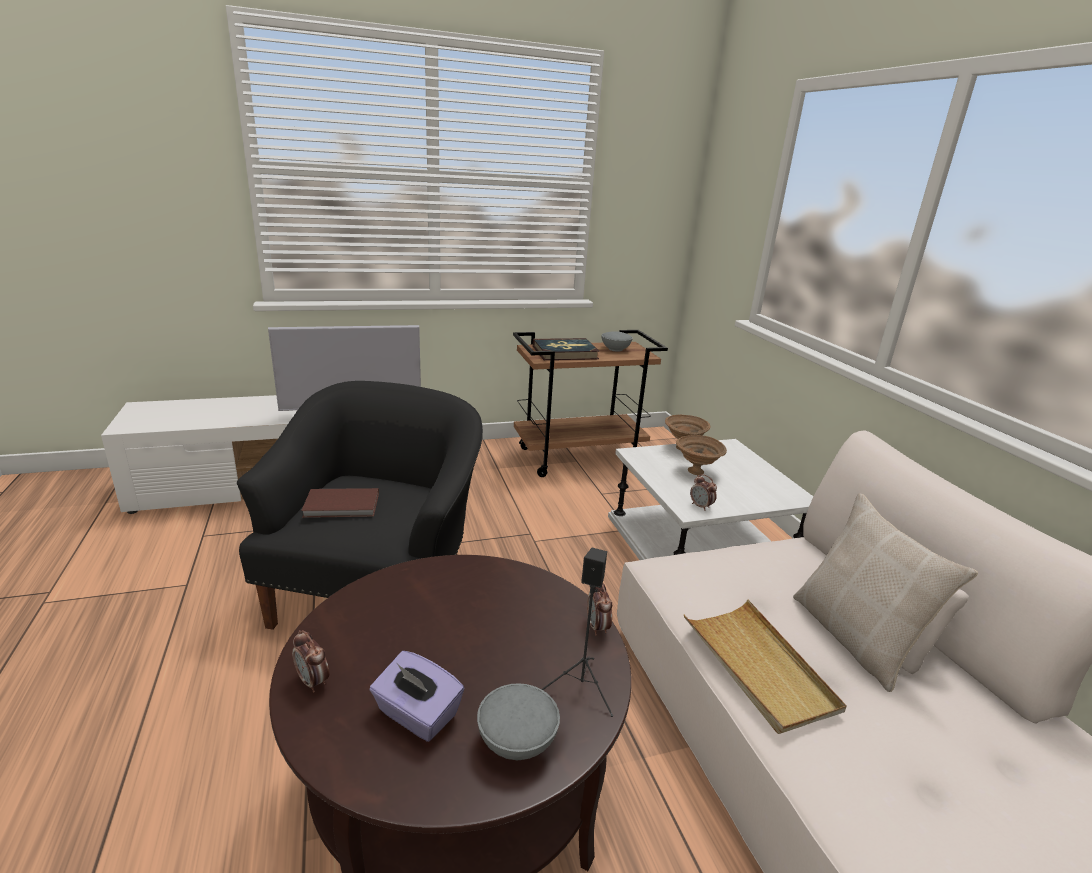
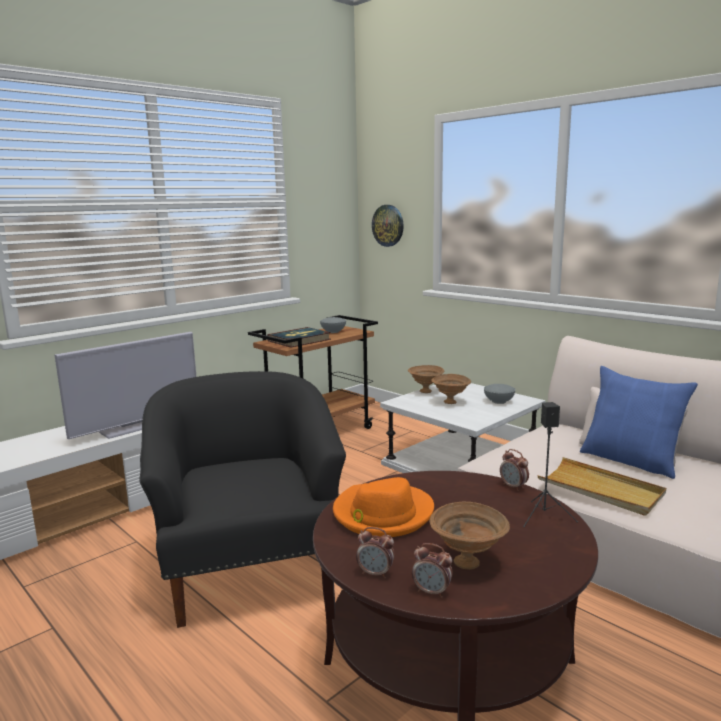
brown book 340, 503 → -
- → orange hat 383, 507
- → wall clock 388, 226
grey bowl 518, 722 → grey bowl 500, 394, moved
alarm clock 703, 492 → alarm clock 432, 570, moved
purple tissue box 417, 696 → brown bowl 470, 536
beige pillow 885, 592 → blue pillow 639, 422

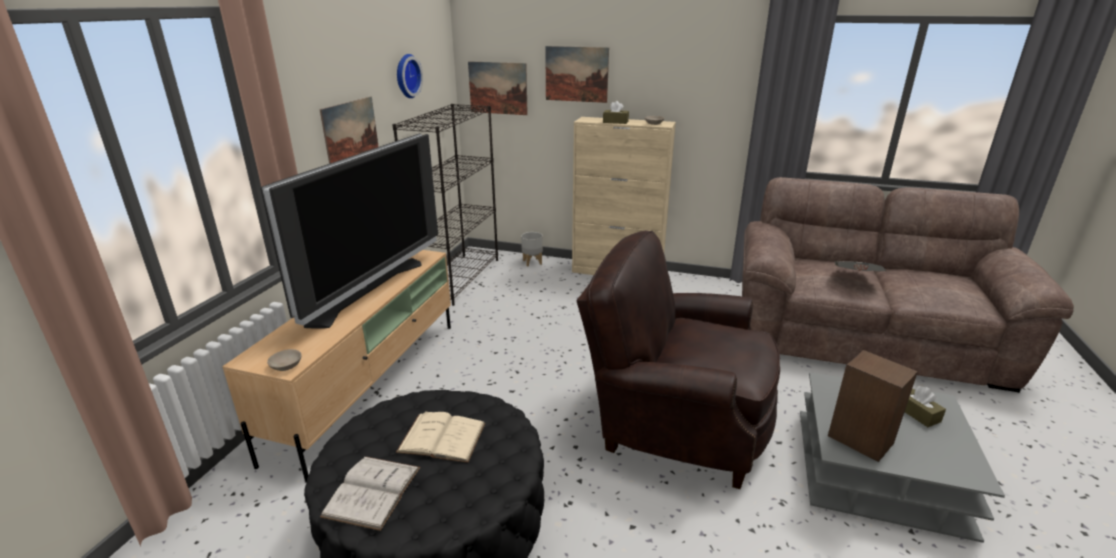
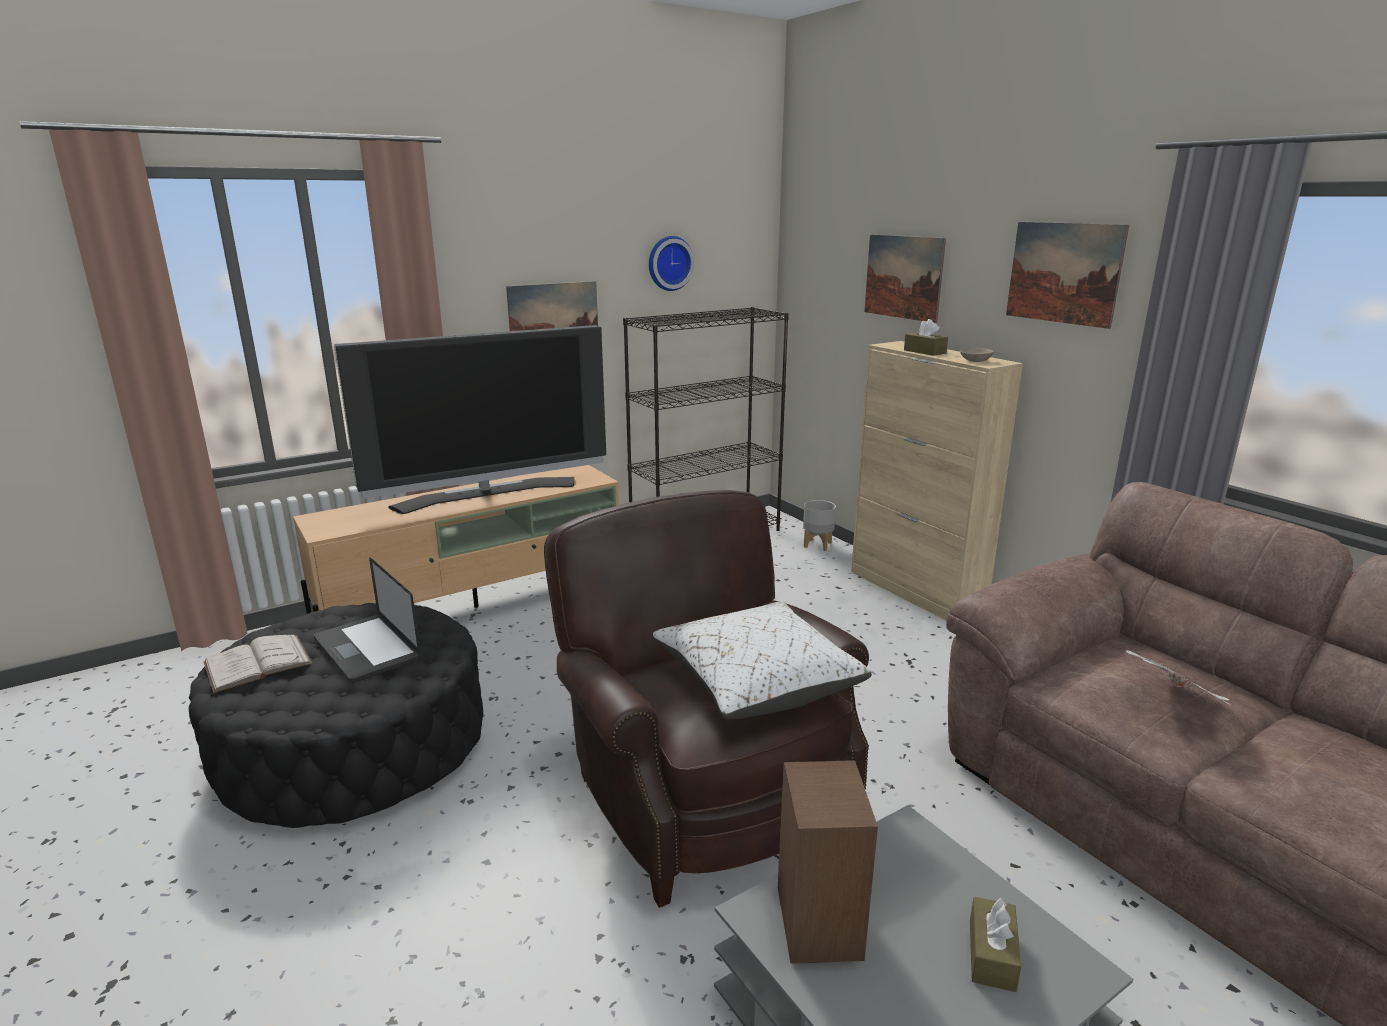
beige bowl 284, 360 → -
- → white pillow 762, 660
picture 498, 88 → picture 1067, 275, moved
beige book 441, 437 → laptop 367, 620

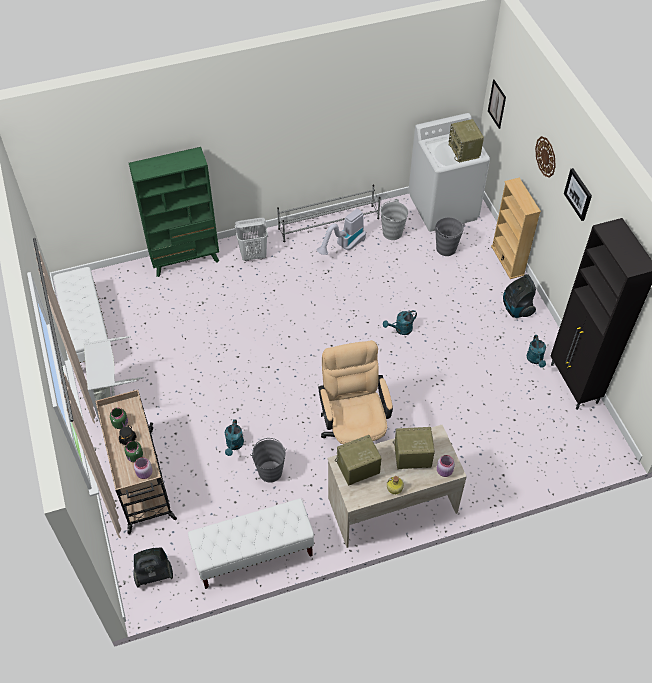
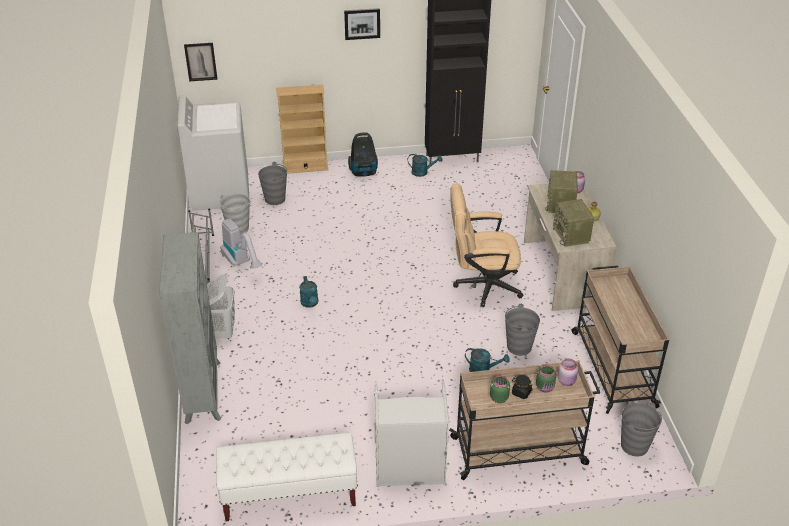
radio 466, 141 → -
wall clock 545, 157 → -
turquoise watering can 400, 322 → turquoise watering can 308, 292, moved
vacuum cleaner 153, 567 → grey bucket 641, 429
white bench 251, 543 → beige cart 620, 340
green bookcase 174, 212 → grey bookcase 190, 328

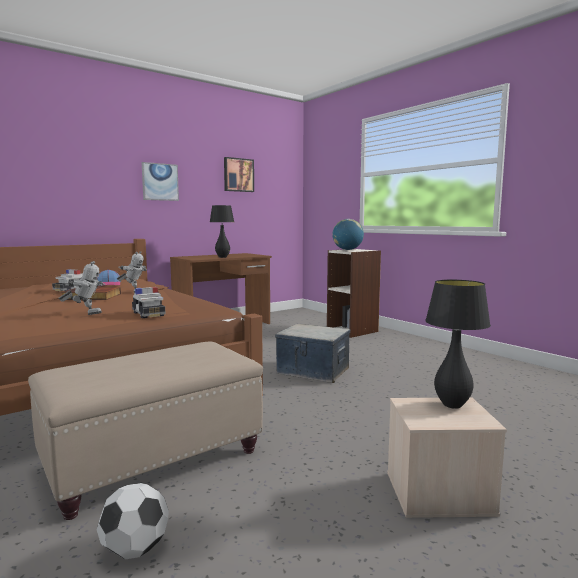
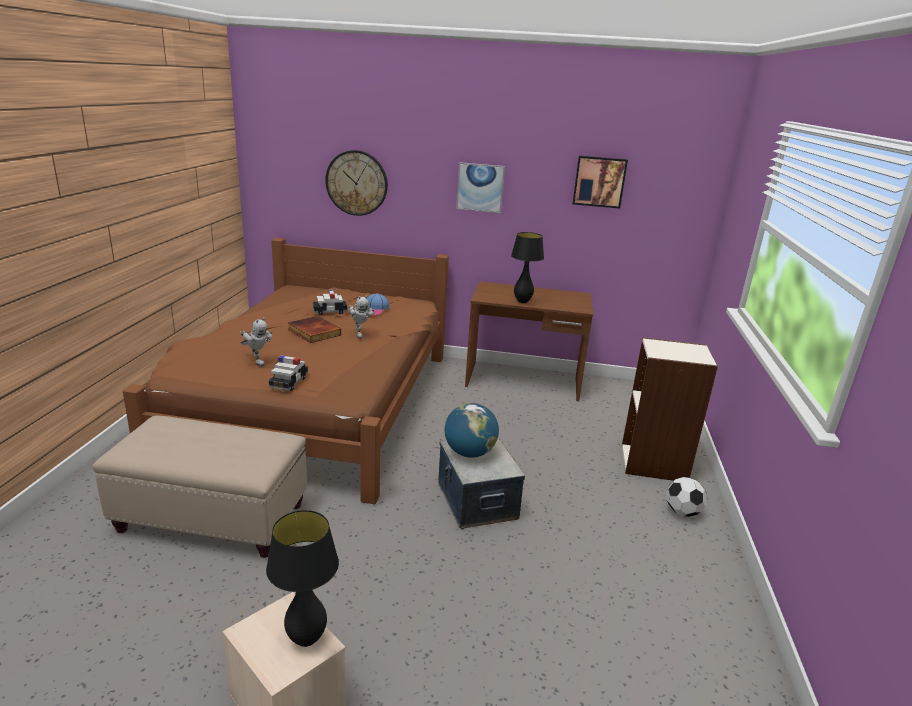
- → wall clock 356, 183
football 133, 521 → football 686, 497, moved
globe 348, 234 → globe 472, 430, moved

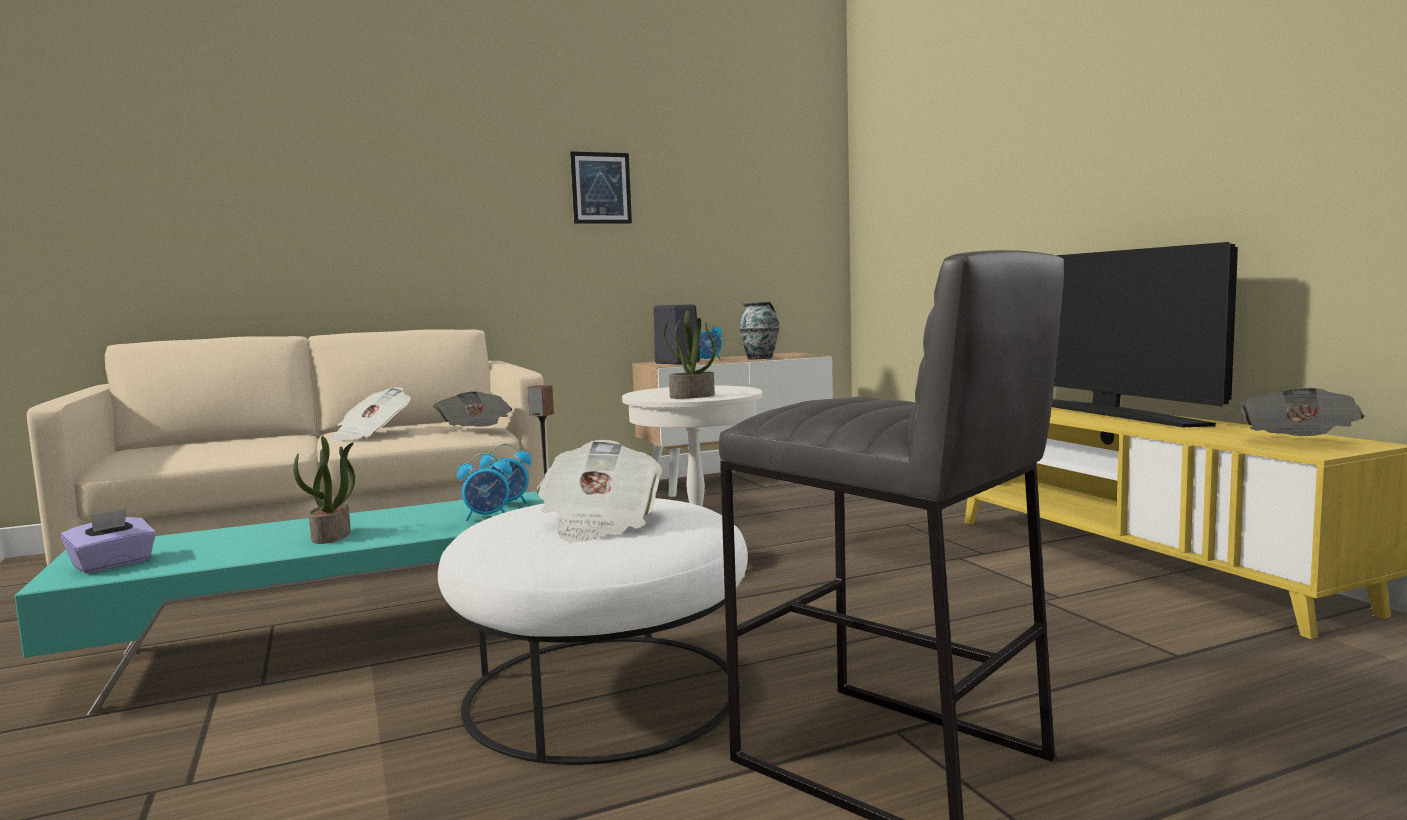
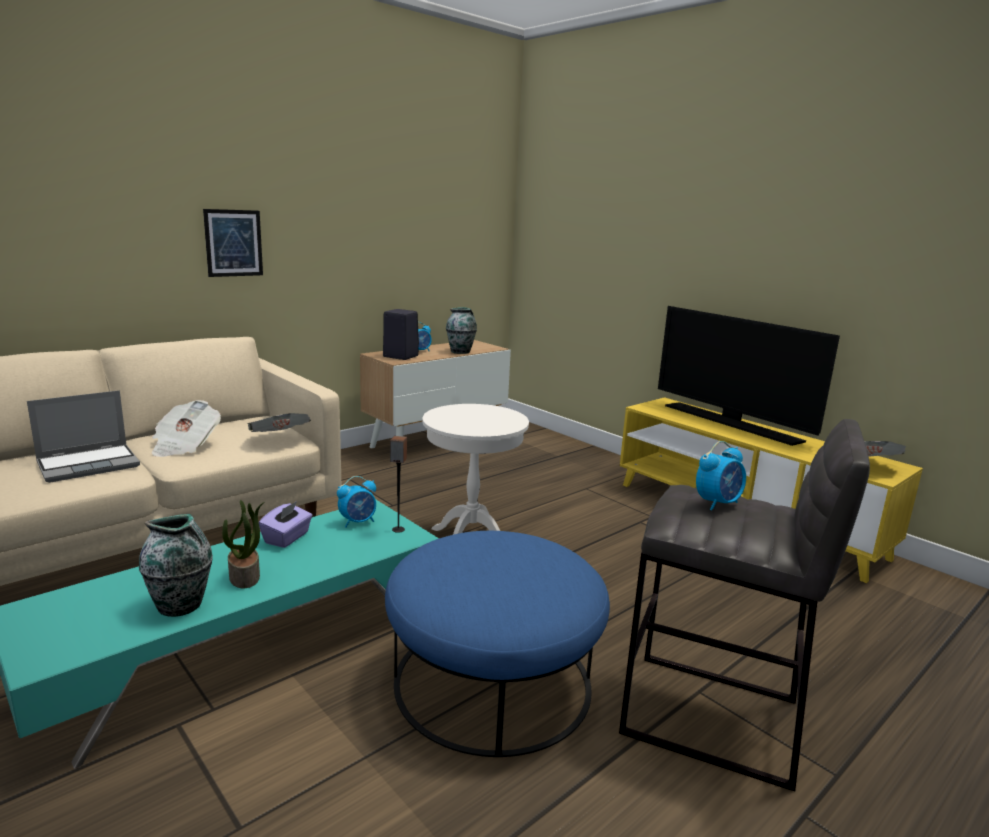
newspaper 600, 491 → -
potted plant 690, 355 → -
- → laptop 83, 436
- → vase 176, 565
purple tissue box 108, 541 → purple tissue box 286, 524, moved
alarm clock 484, 487 → alarm clock 721, 476, moved
picture 601, 187 → picture 233, 243, moved
white ottoman 593, 631 → blue ottoman 497, 644

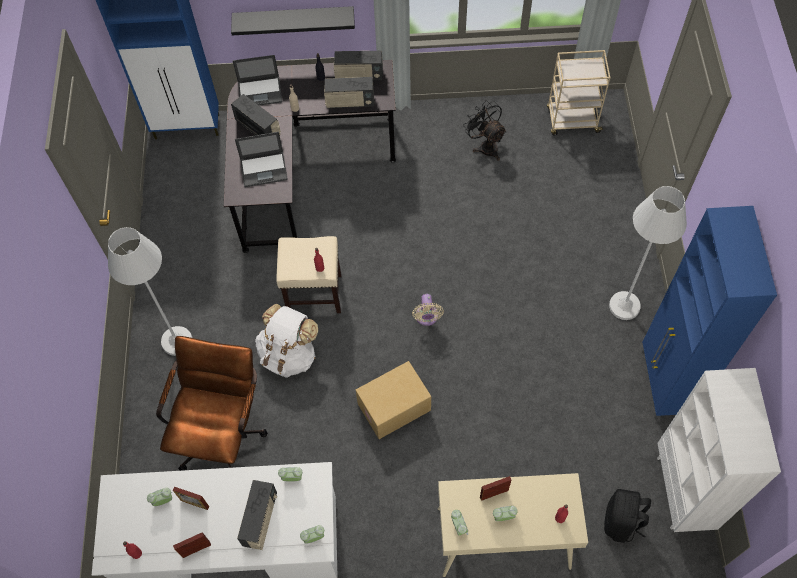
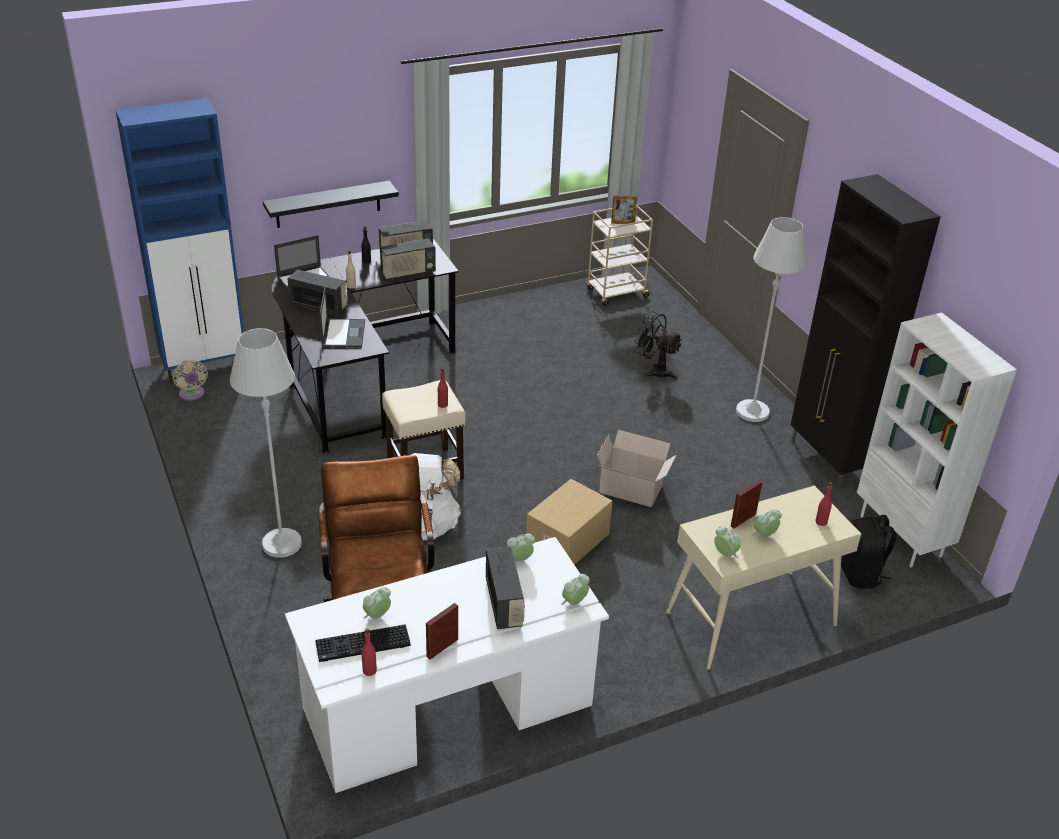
- → keyboard 363, 643
- → cardboard box 636, 468
picture frame 191, 498 → picture frame 624, 209, moved
beige fan 428, 310 → beige fan 190, 380, moved
black fan 485, 130 → black fan 658, 345, moved
blue cabinet 709, 313 → black cabinet 866, 331
laptop 261, 159 → laptop 342, 317, 60 degrees counterclockwise

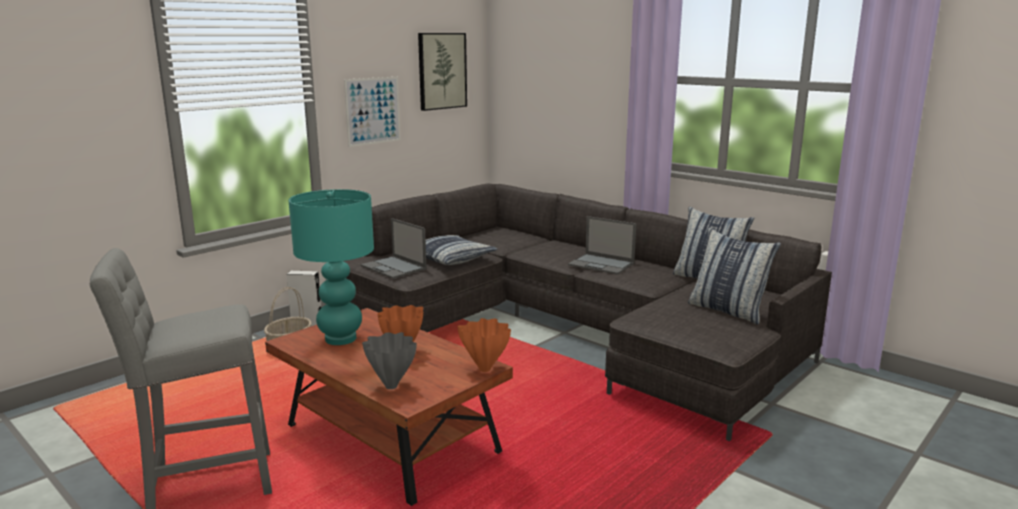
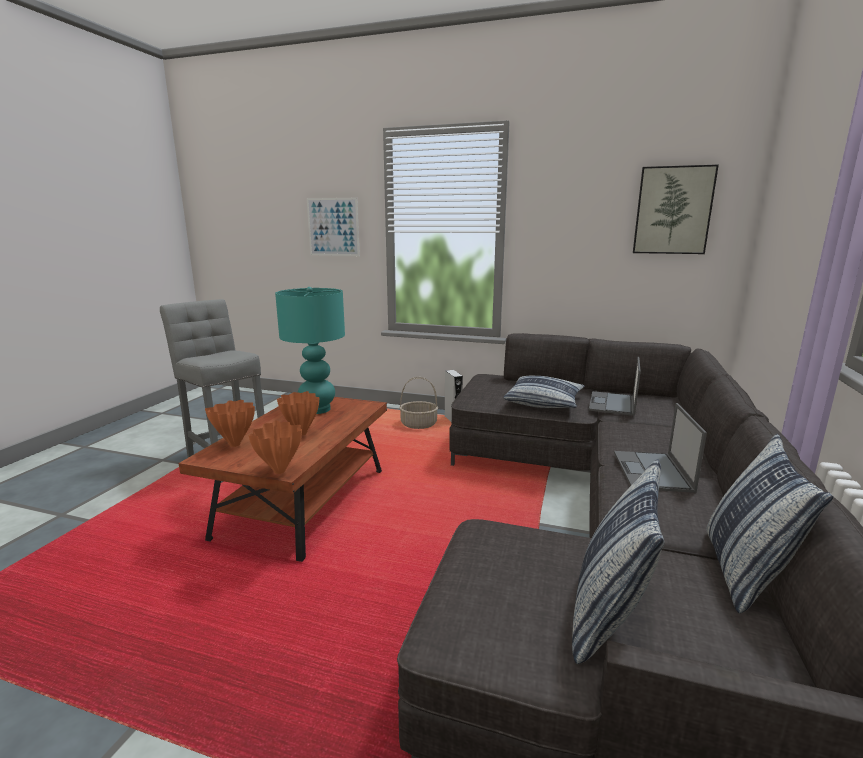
picture 372, 112 → picture 333, 227, moved
laptop 394, 248 → laptop 615, 386, moved
grey vase 389, 360 → orange vase 230, 423

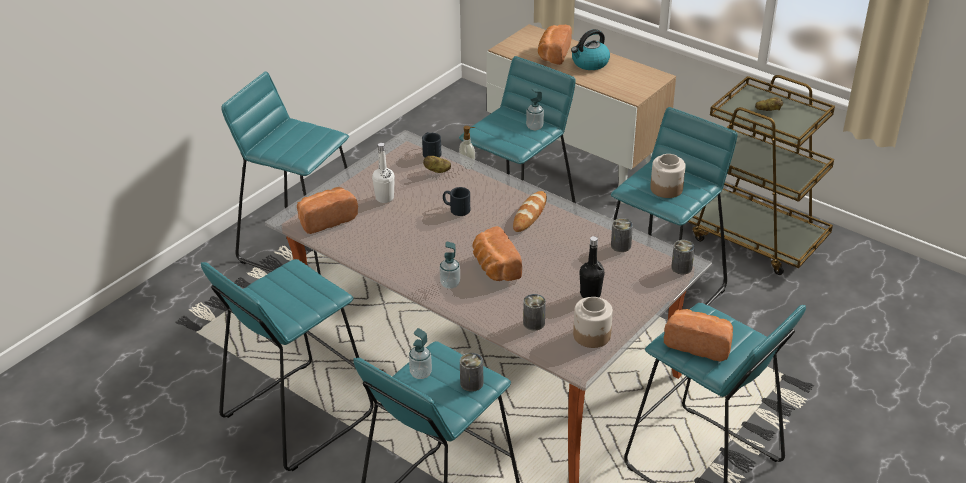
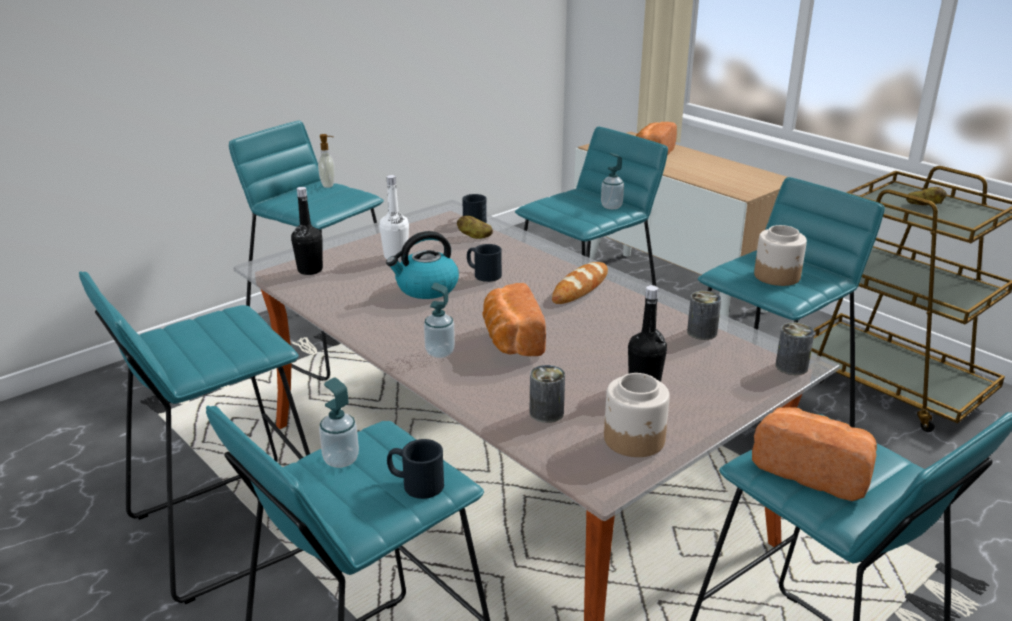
soap dispenser 467, 147 → soap dispenser 326, 161, moved
kettle 590, 49 → kettle 422, 265, moved
bread 327, 210 → black bottle 307, 231
can 471, 372 → black mug 415, 469

